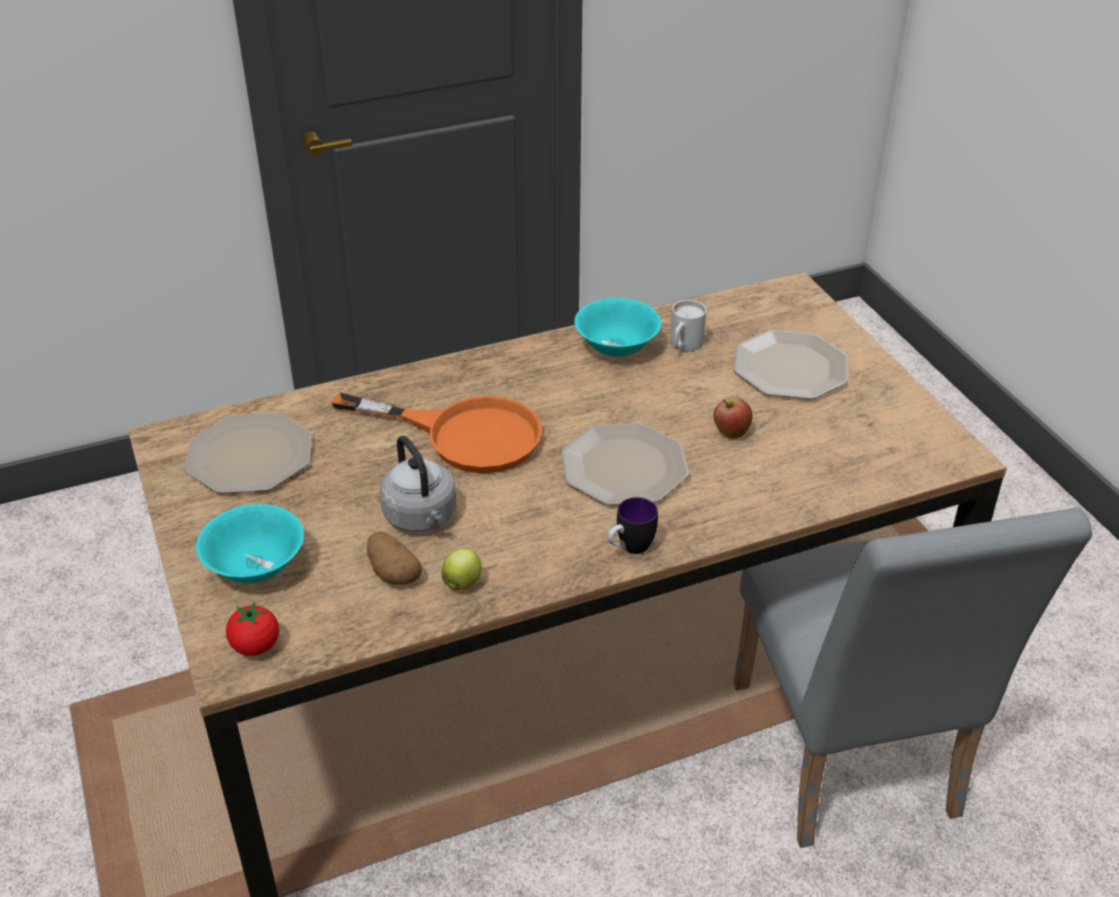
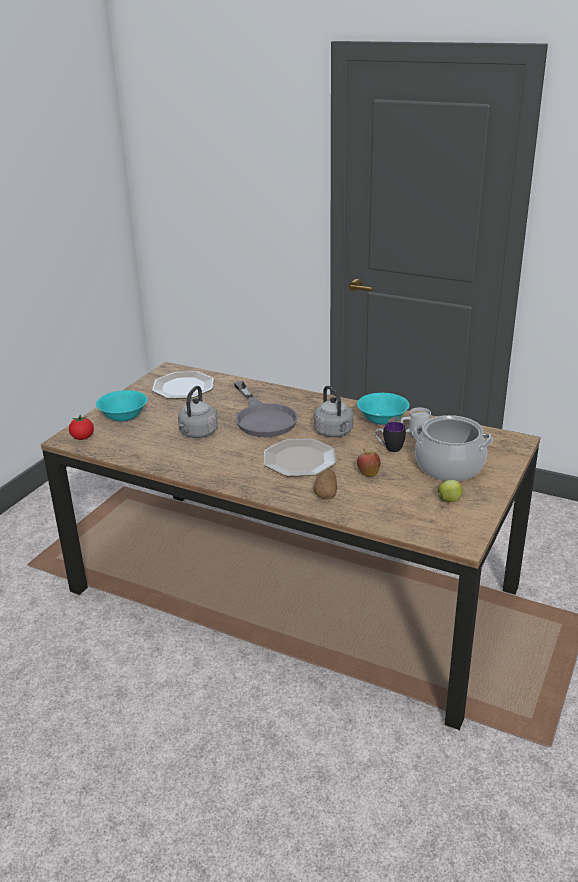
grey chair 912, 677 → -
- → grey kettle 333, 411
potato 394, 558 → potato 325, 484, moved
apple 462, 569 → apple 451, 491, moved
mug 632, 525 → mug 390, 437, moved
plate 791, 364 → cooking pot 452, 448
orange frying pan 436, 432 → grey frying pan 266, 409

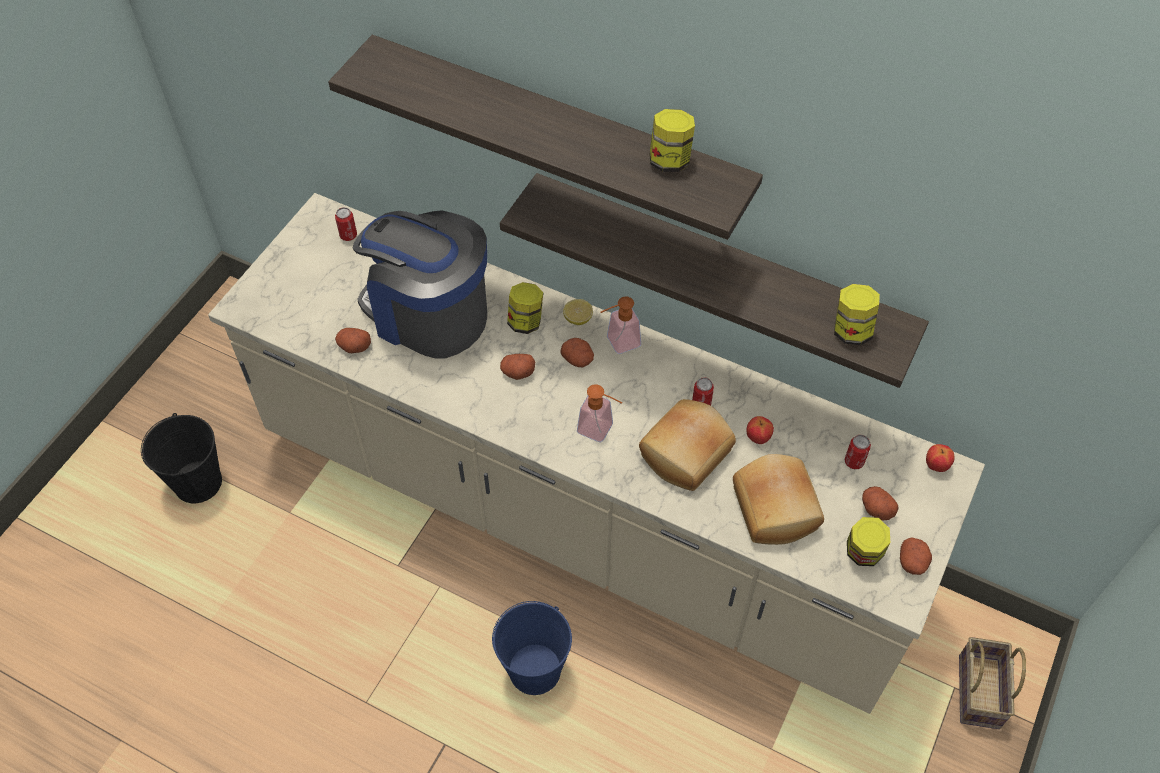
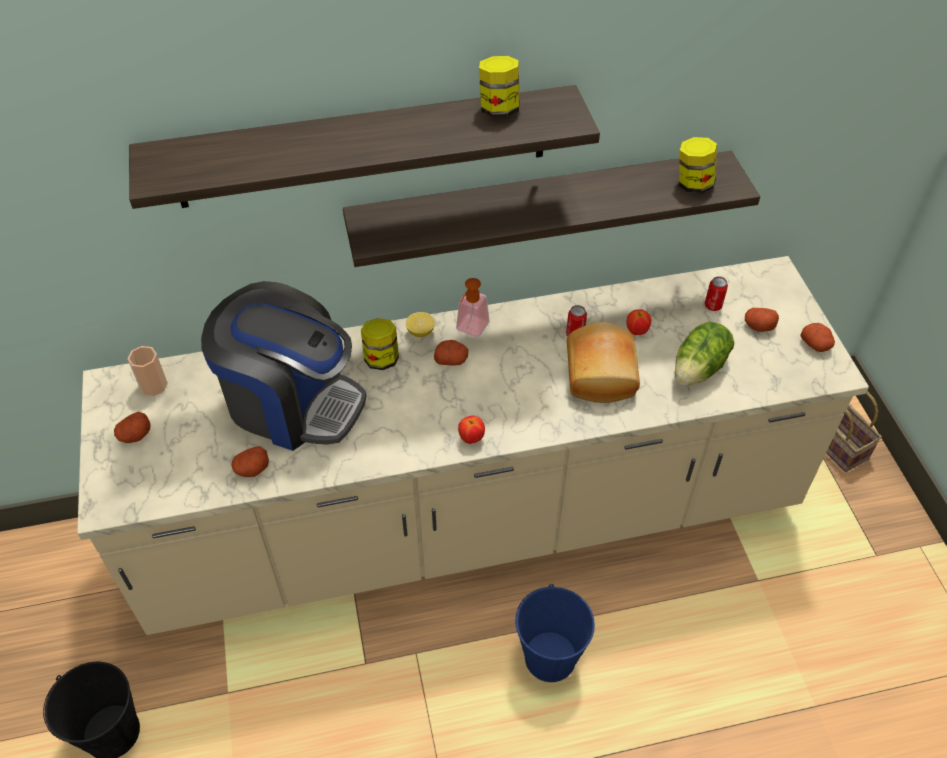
soap dispenser 599, 413 → -
jar 868, 541 → -
potato 517, 367 → potato 132, 427, moved
apple 940, 458 → apple 471, 430, moved
can 346, 224 → cup 148, 371
bread 778, 499 → lettuce 704, 354
coffee machine 419, 284 → coffee machine 284, 366, 150 degrees counterclockwise

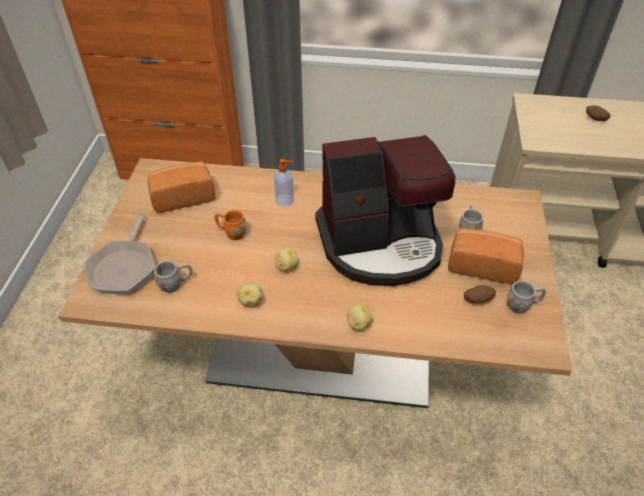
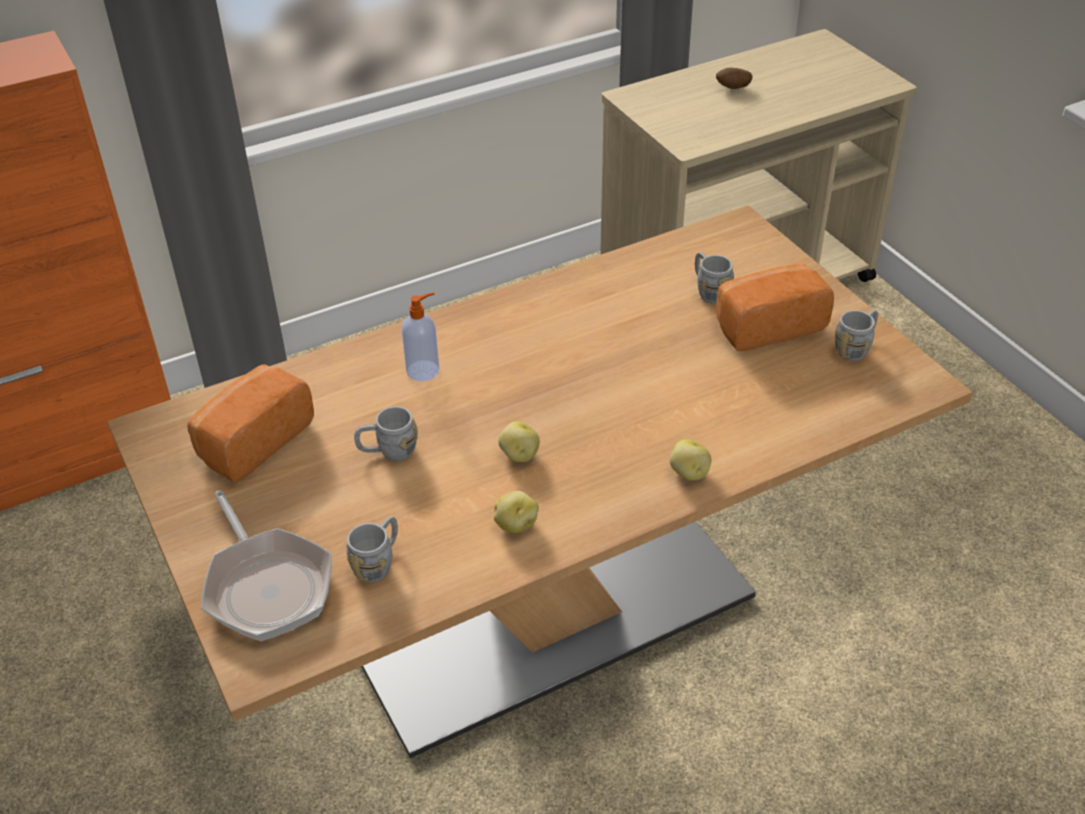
coffee machine 385, 210 → -
potato 480, 295 → -
orange mug 230, 225 → grey mug 386, 433

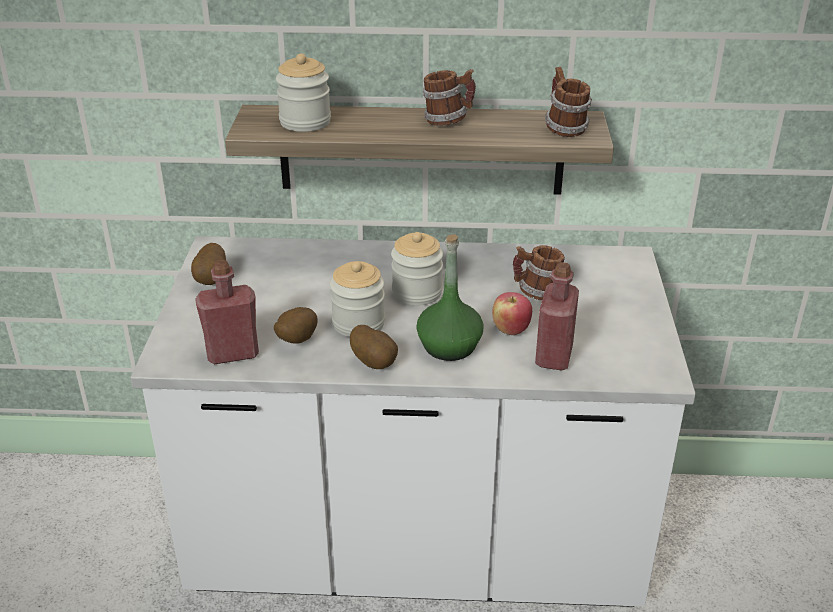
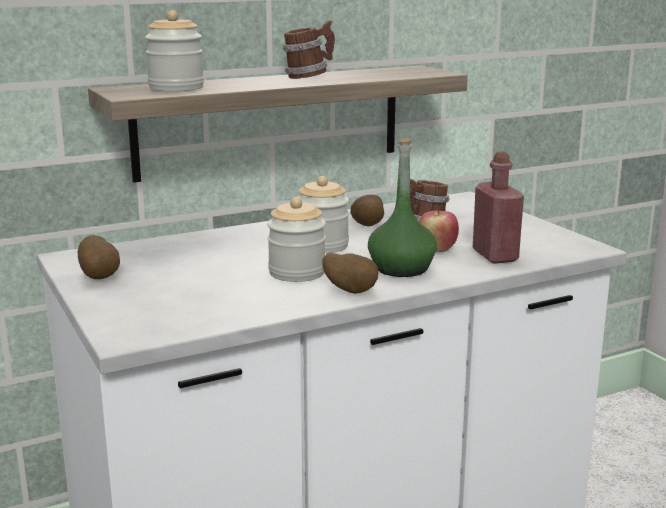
red bottle 227, 312 → -
mug 568, 102 → -
potato 296, 325 → potato 367, 211, moved

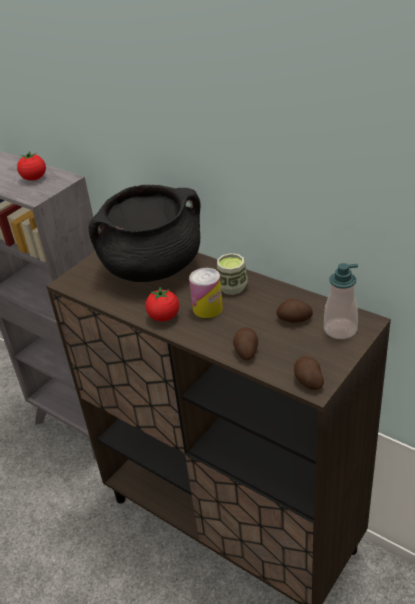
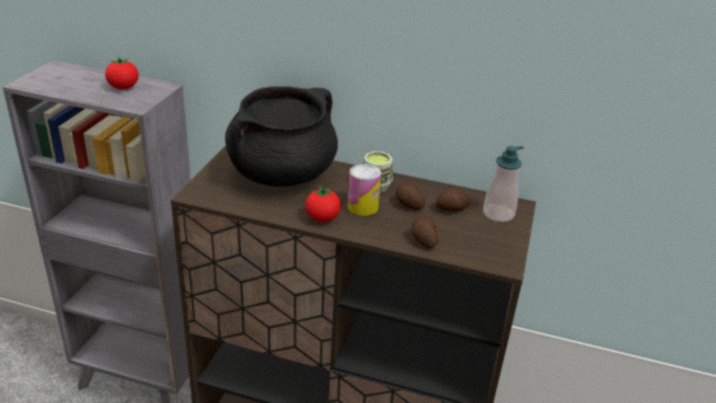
potato 309, 373 → potato 410, 196, moved

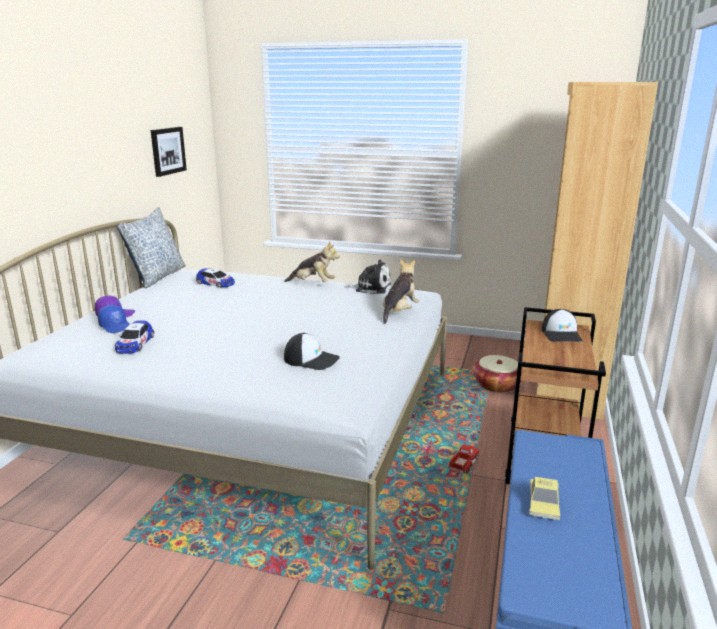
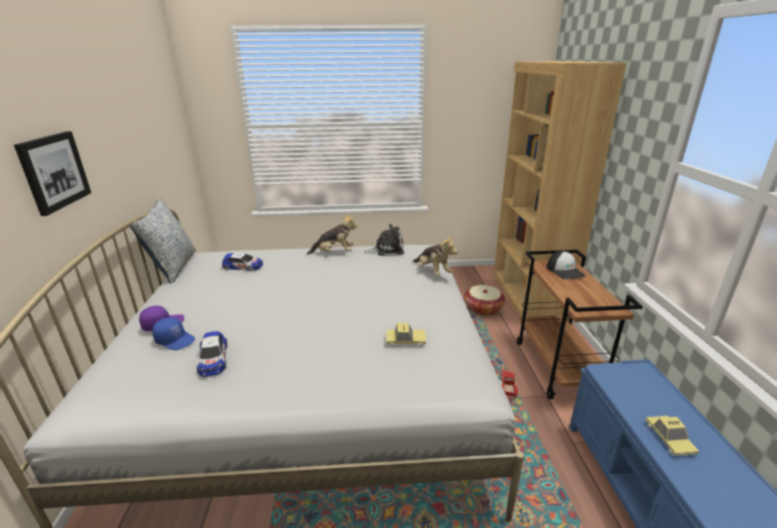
picture 169, 152 → picture 52, 173, moved
cap 312, 351 → toy car 406, 334
plush toy 401, 291 → plush toy 435, 255, 135 degrees clockwise

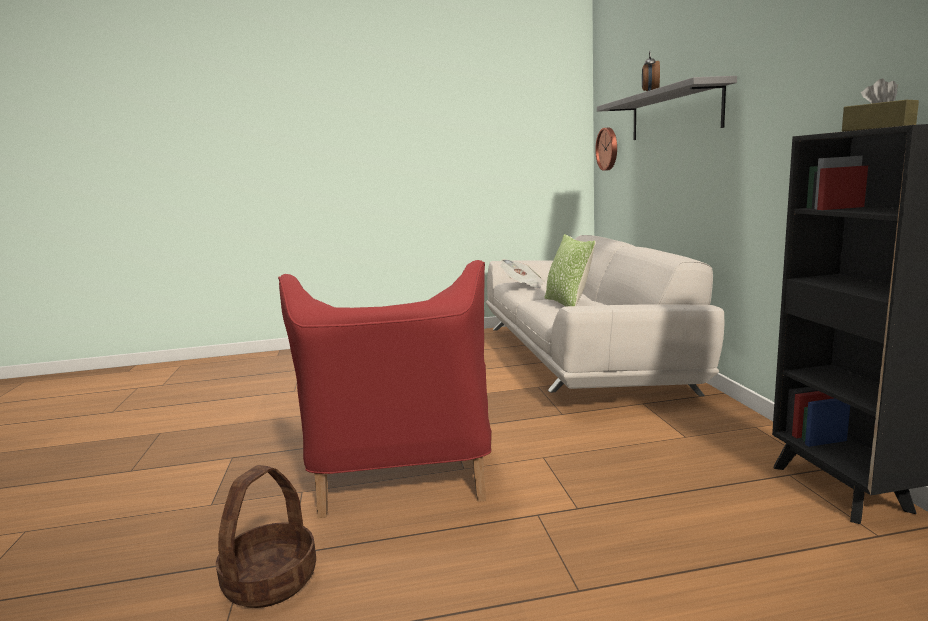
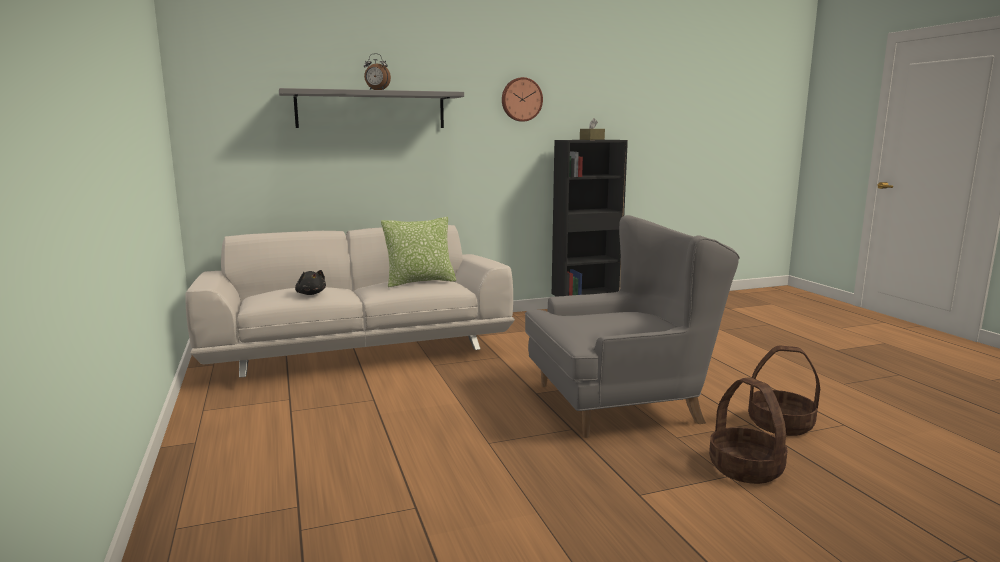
- → basket 748, 430
wall clock 606, 149 → wall clock 522, 99, moved
newspaper 522, 274 → black plush toy 310, 282
red armchair 384, 389 → grey armchair 632, 326

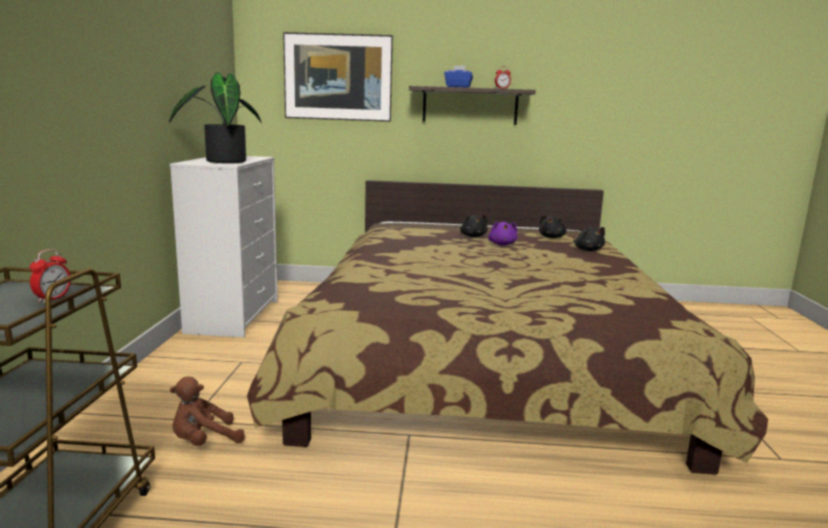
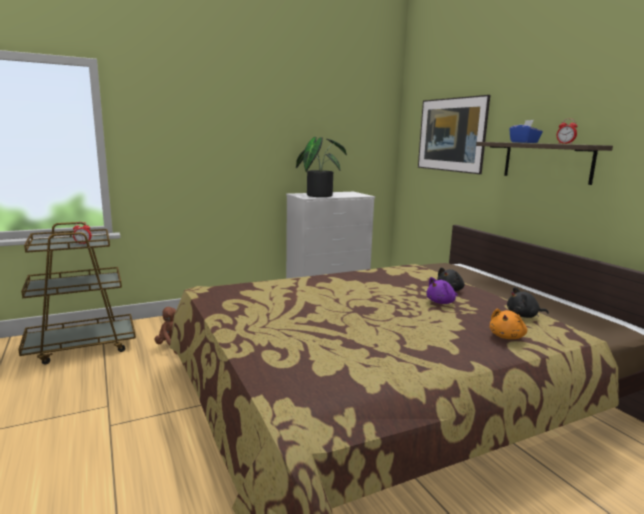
black plush toy 589, 239 → orange plush toy 508, 324

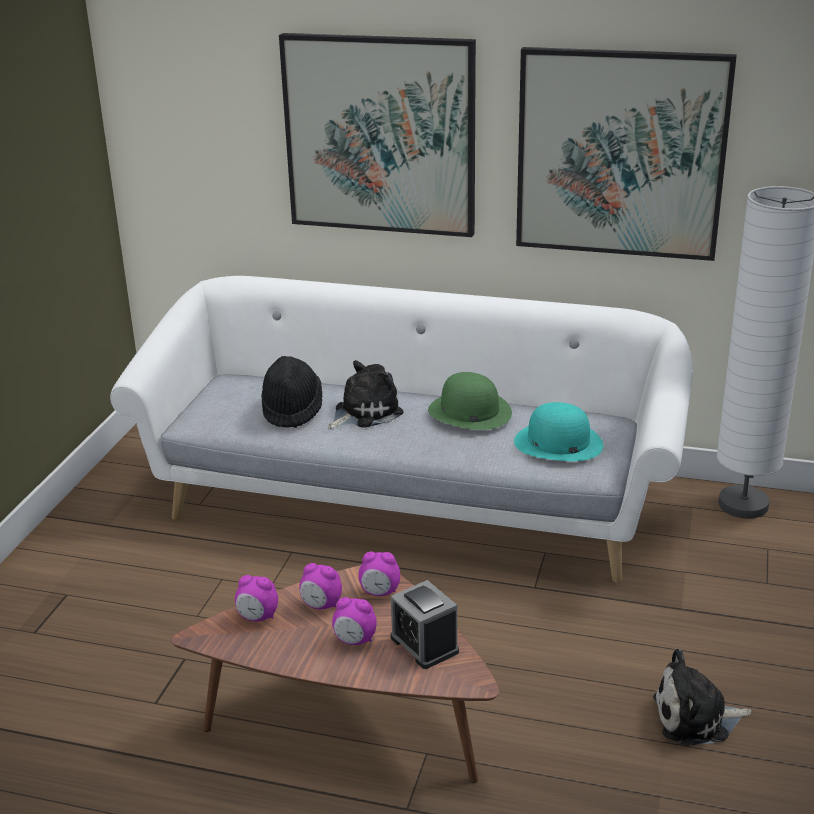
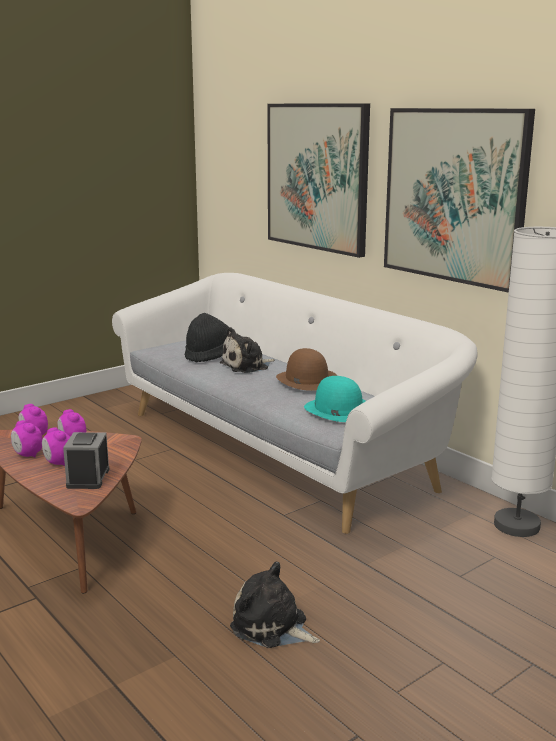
alarm clock 379, 574 → alarm clock 27, 439, moved
green hat 470, 401 → brown hat 306, 369
plush toy 366, 394 → plush toy 247, 350, 150 degrees clockwise

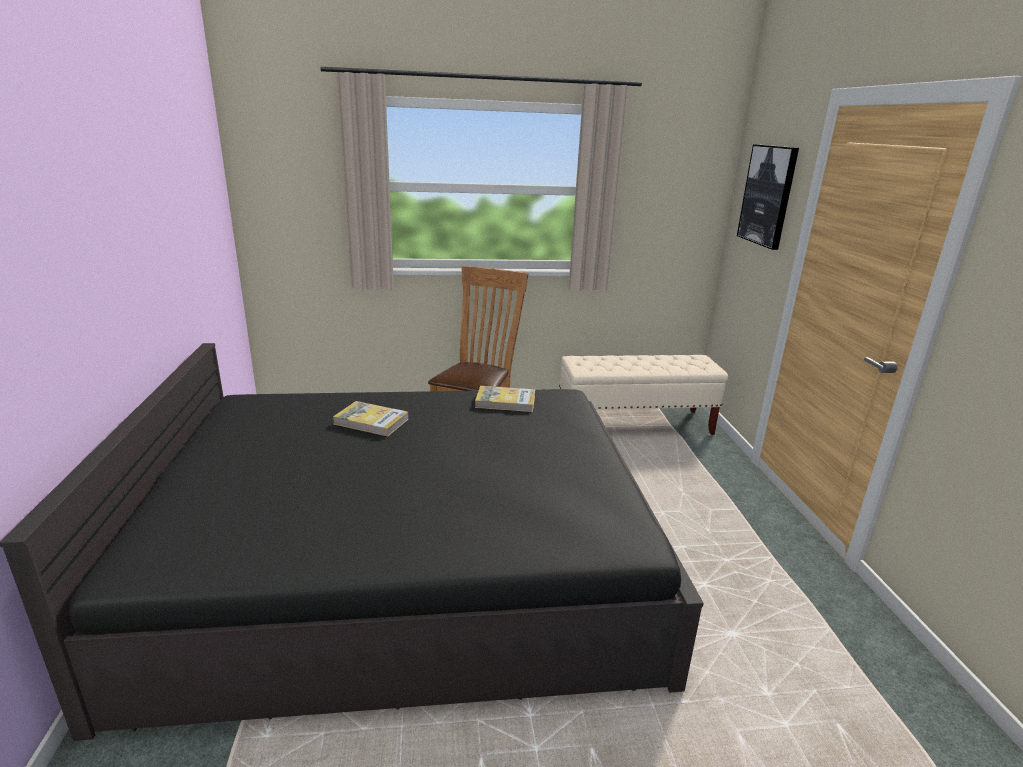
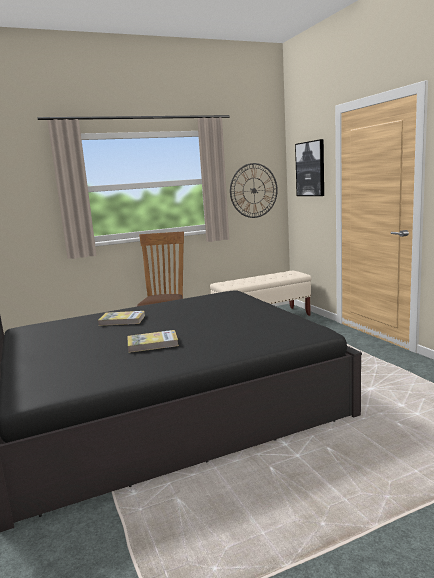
- → wall clock 254, 190
book 505, 399 → book 153, 341, moved

